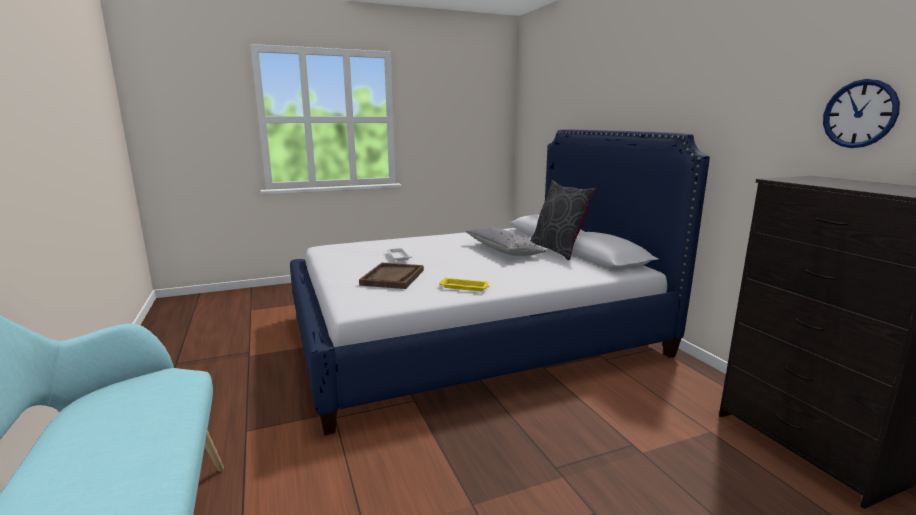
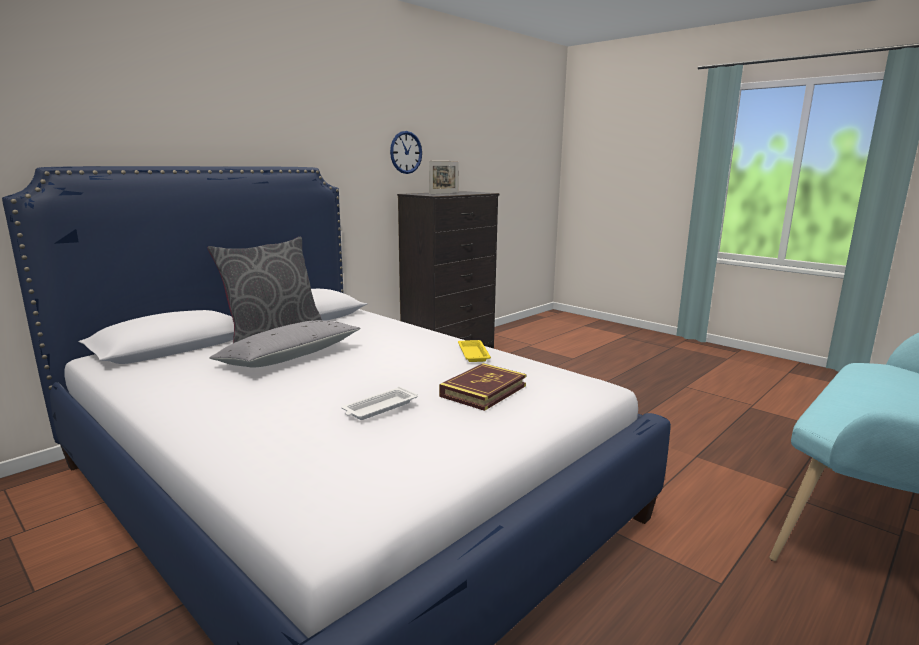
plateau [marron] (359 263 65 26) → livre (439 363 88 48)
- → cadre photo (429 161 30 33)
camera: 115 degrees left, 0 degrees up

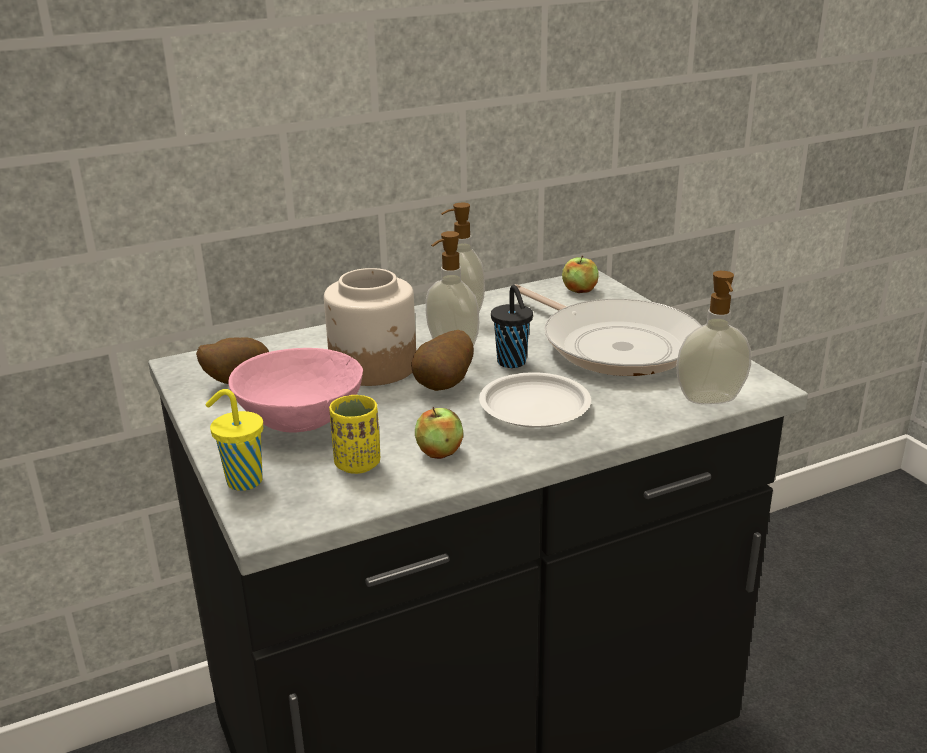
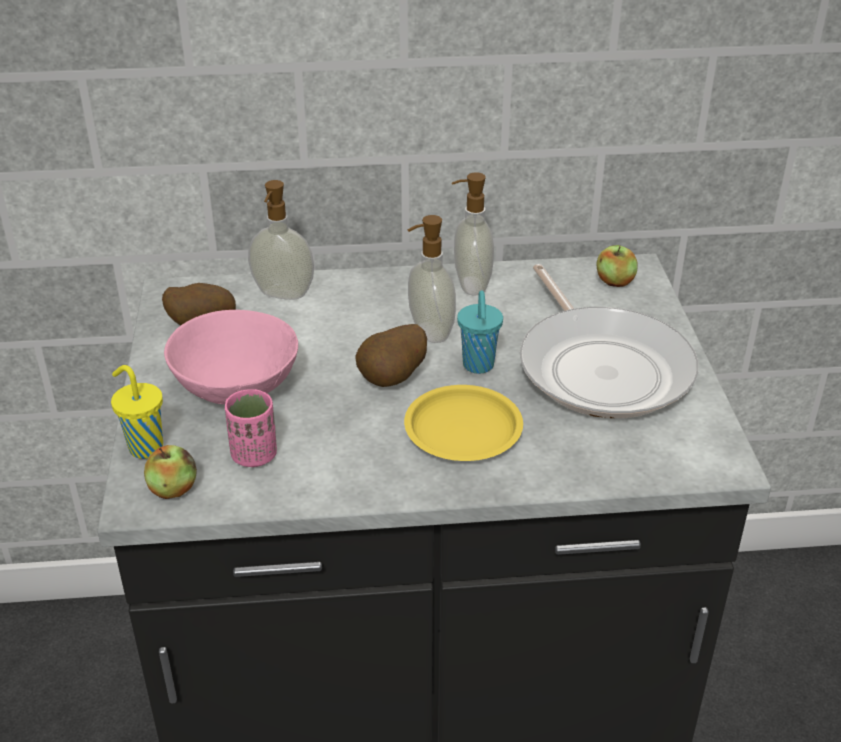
bocal (324 268 92 118) → -
tasse [jaune] (329 395 51 79) → tasse [rose] (225 389 52 78)
pomme (415 407 48 52) → pomme (144 445 53 54), shifted
assiette [blanc] (479 372 112 56) → assiette [jaune] (404 385 119 76)
tasse [noir] (491 285 42 83) → tasse [turquoise] (457 290 46 84)
distributeur de savon (676 271 75 133) → distributeur de savon (248 180 66 120), shifted
camera: 20 degrees right, 10 degrees up

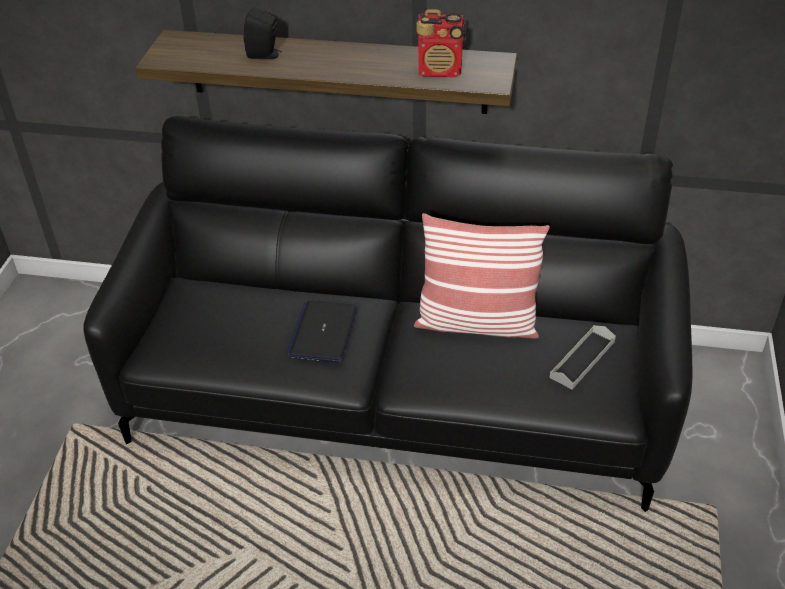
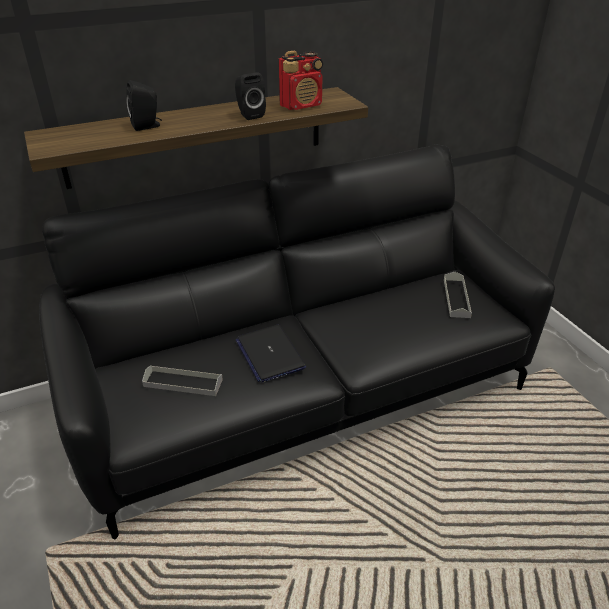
coussin (414 213 136 126) → -
- → plateau [gris] (142 365 81 31)
- → enceinte [noir] (235 72 31 48)
camera: 35 degrees left, 5 degrees down

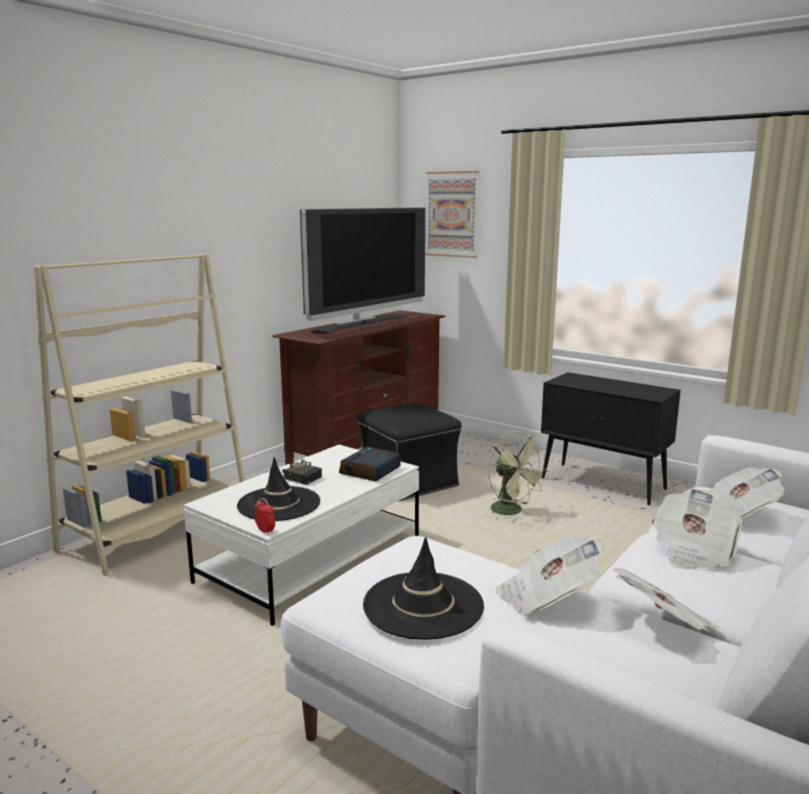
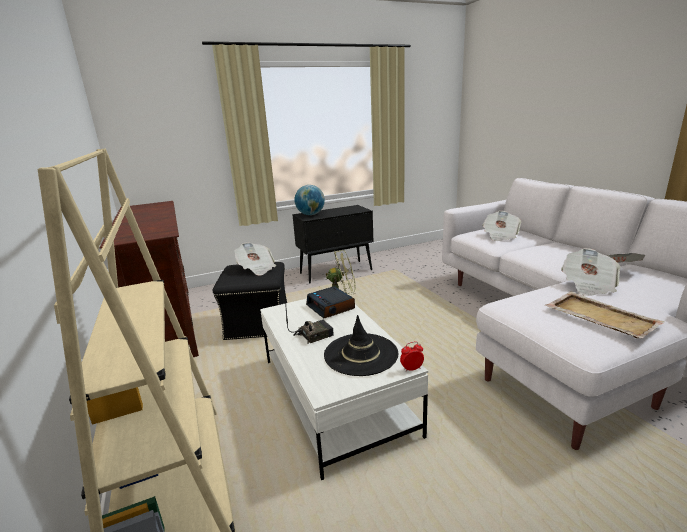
téléviseur (300 208 125 126) → -
chapeau [noir] (363 537 121 103) → plateau [beige] (545 292 120 46)
tableau (425 171 54 87) → -
journal (652 488 92 82) → journal (234 242 42 34), shifted
- → globe (294 185 31 30)
camera: 60 degrees left, 5 degrees up

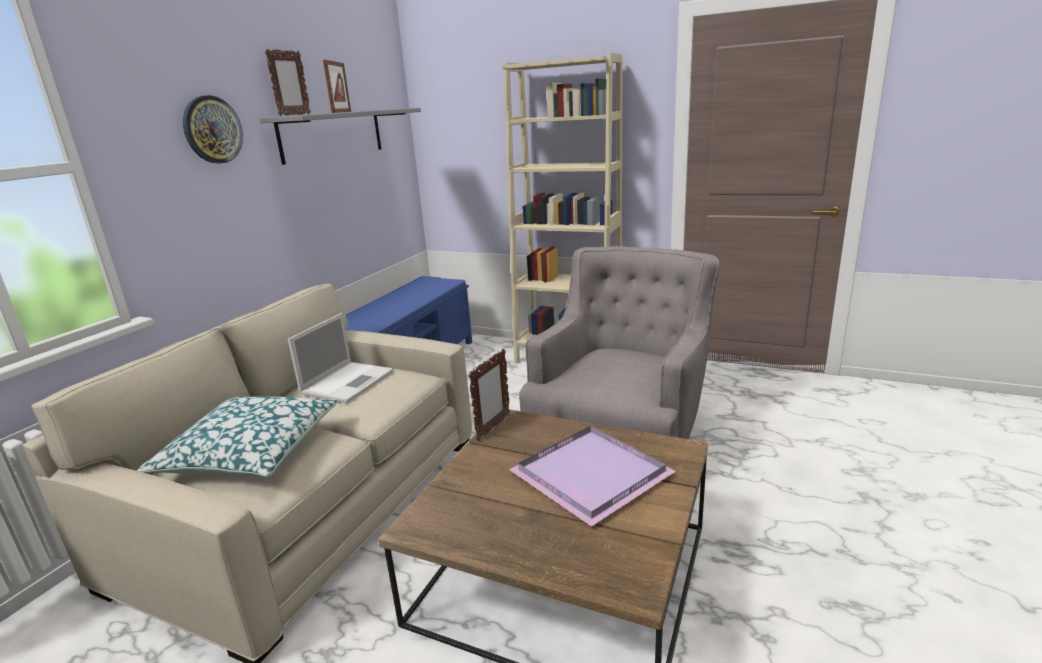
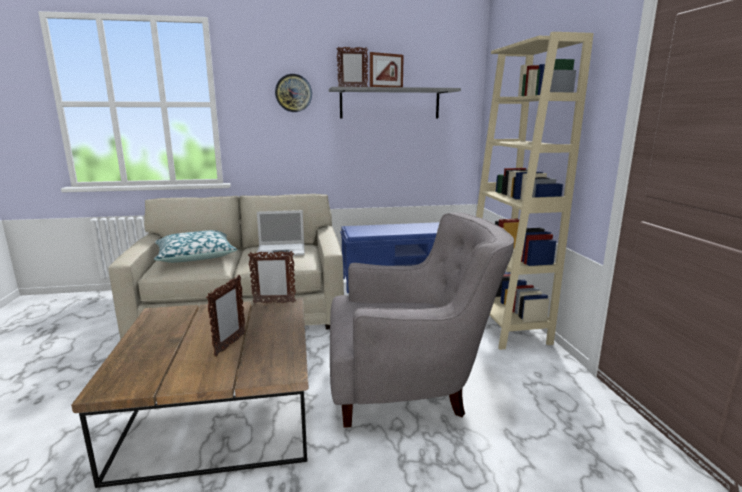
plateau [violet] (509 426 167 101) → cadre photo (206 275 40 82)
camera: 55 degrees right, 5 degrees down

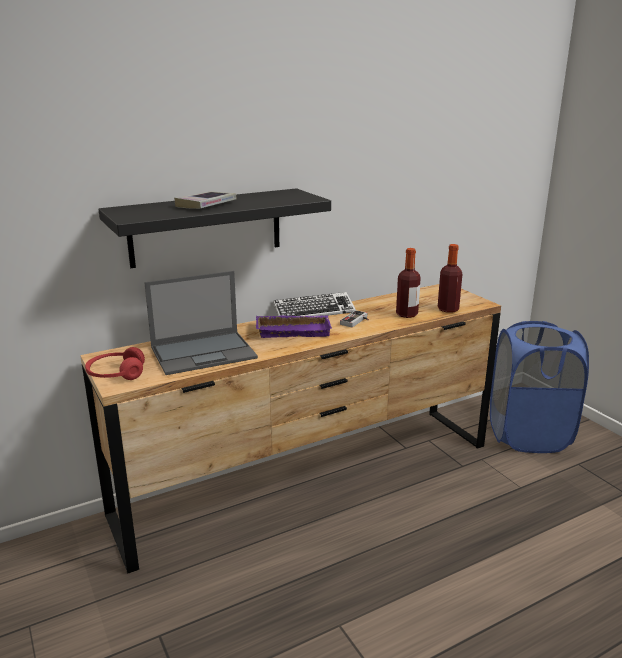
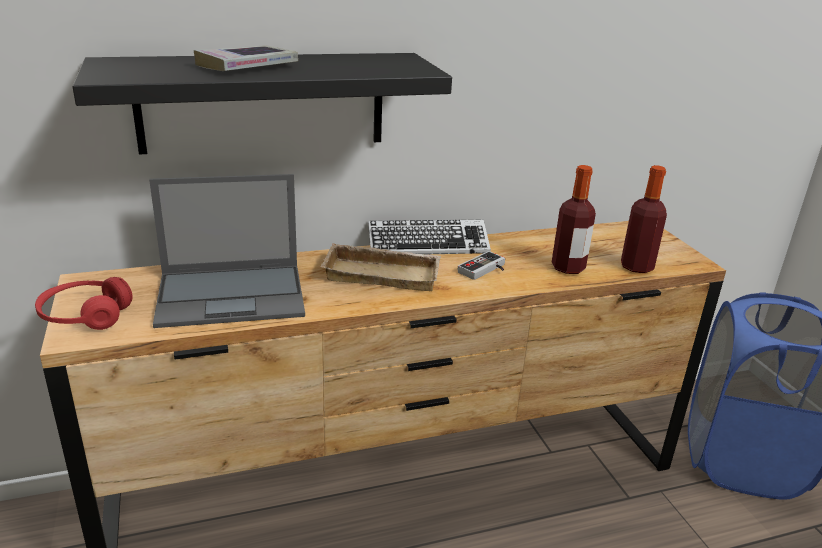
plateau [violet] (256 315 76 23) → plateau [beige] (320 243 121 48)
camera: 10 degrees right, 5 degrees up

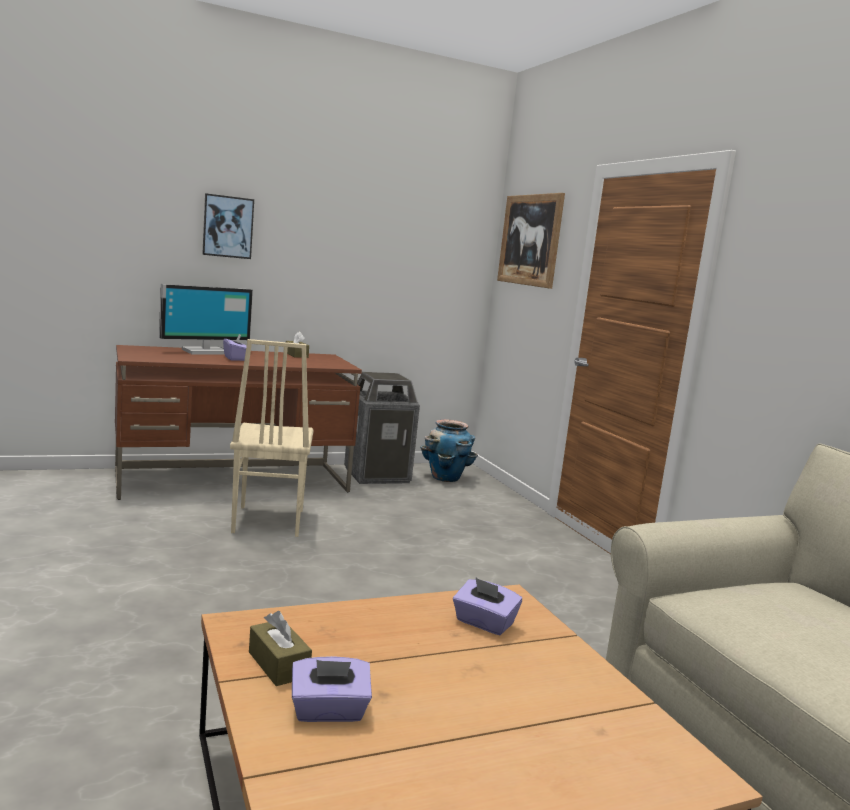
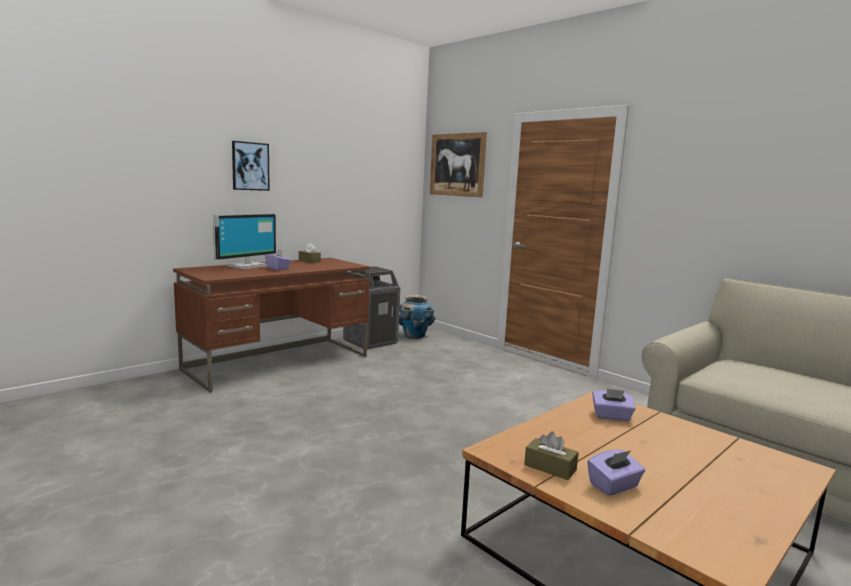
chaise [beige] (230 339 84 198) → -
camera: 20 degrees left, 0 degrees up

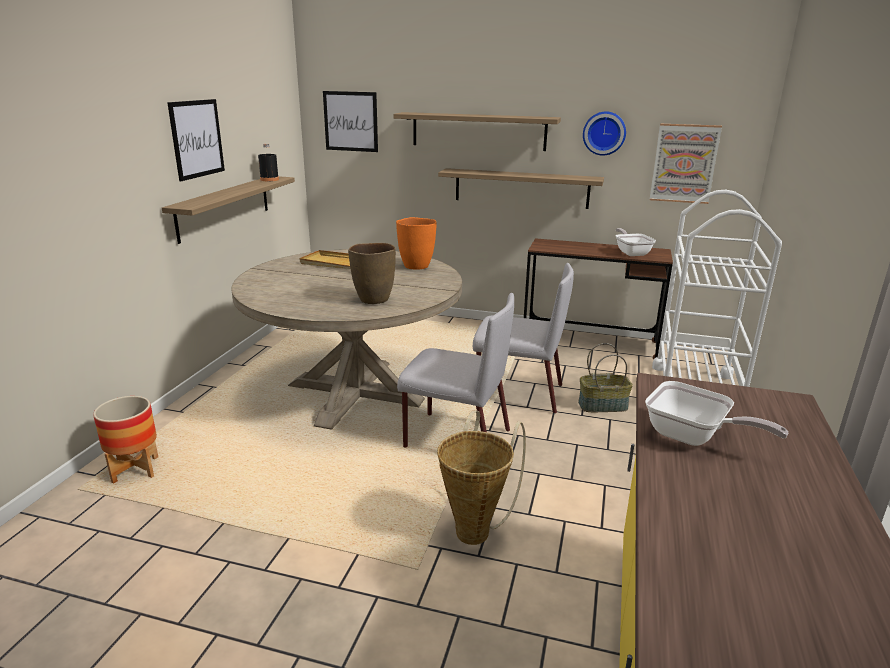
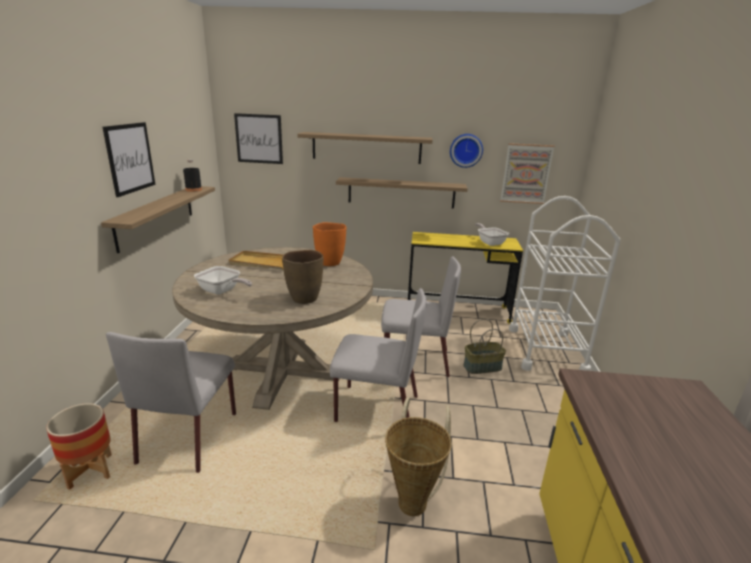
bureau [marron] (524 238 149 122) → bureau [jaune] (408 232 115 92)
poêle (645 381 144 65) → poêle (194 266 58 29), shifted
- → chaise [gris] (106 332 130 141)
camera: 10 degrees left, 0 degrees up

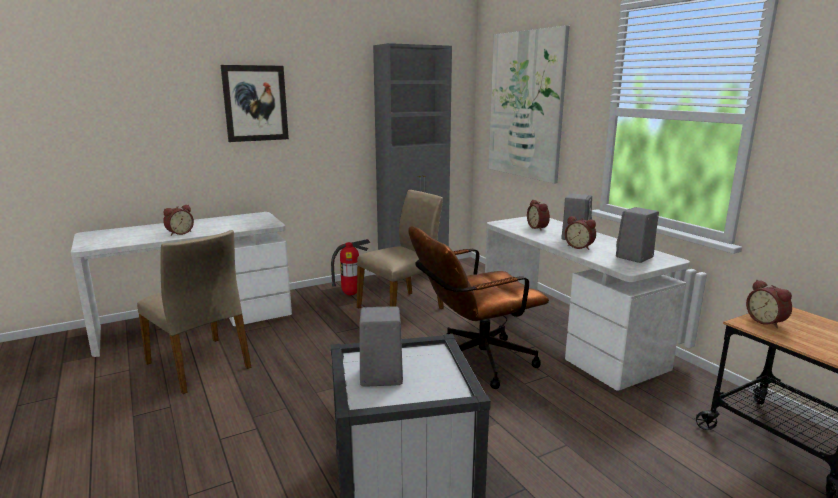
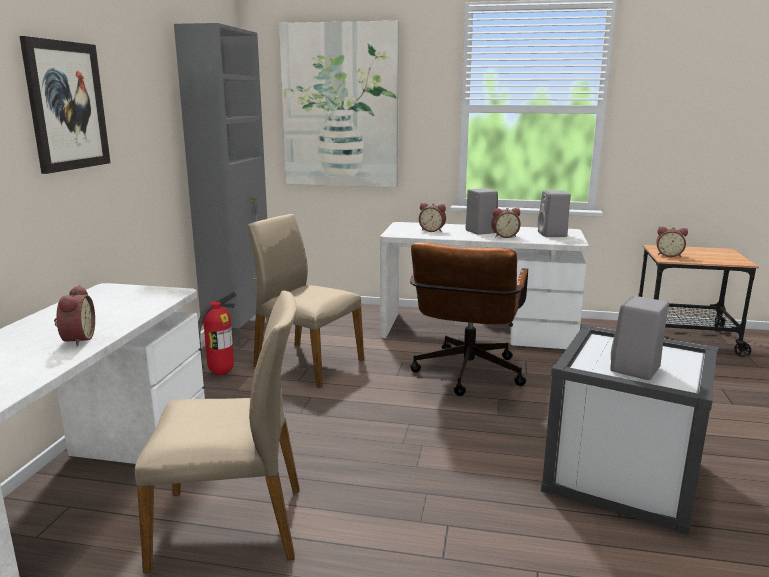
chaise [beige] (357 190 87 119) → chaise [beige] (248 214 116 174), 60 degrees counterclockwise
camera: 50 degrees left, 0 degrees up

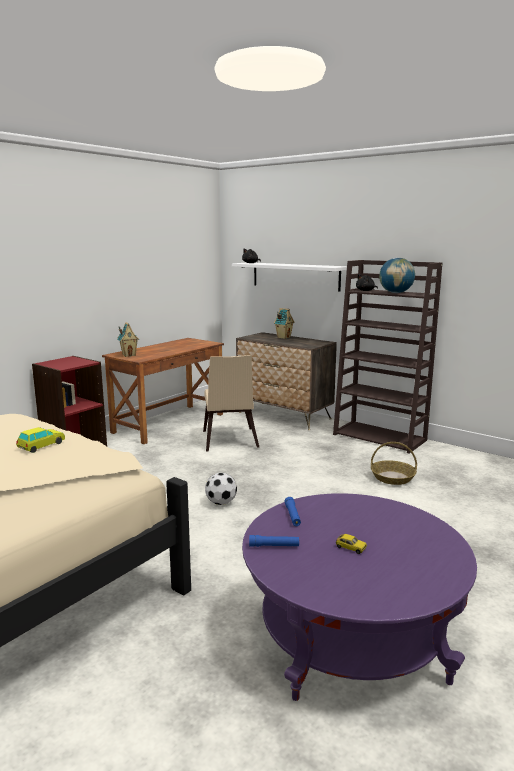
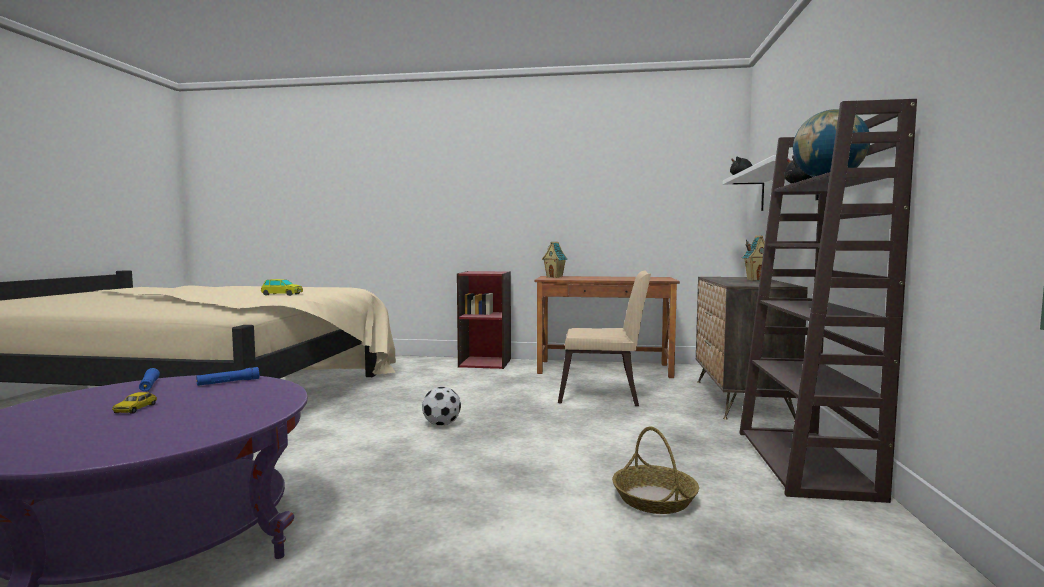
chaise [beige] (203 355 56 97) → chaise [beige] (558 271 93 135), 135 degrees counterclockwise
camera: 60 degrees right, 10 degrees down

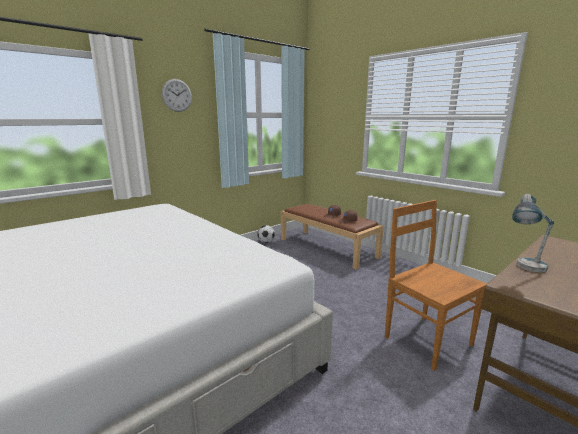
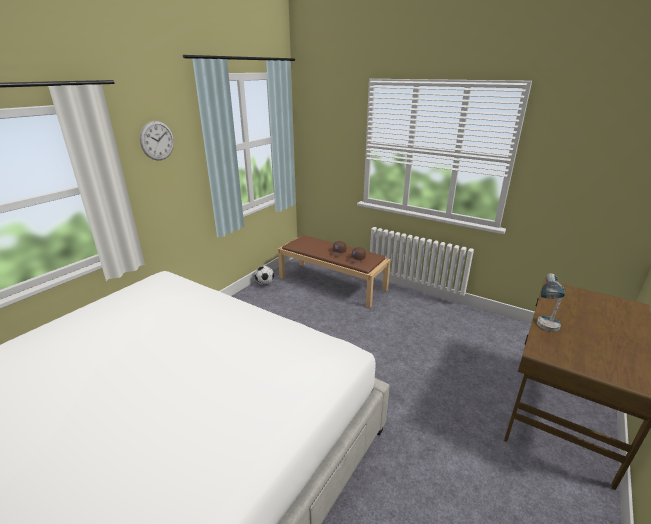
chaise [marron] (385 200 102 171) → -
camera: 15 degrees left, 10 degrees up

